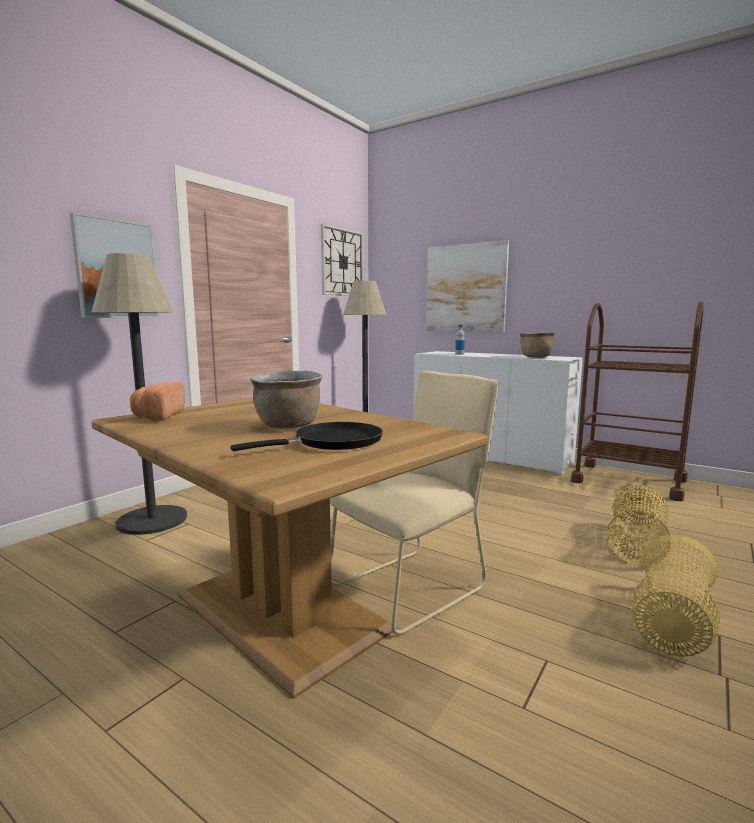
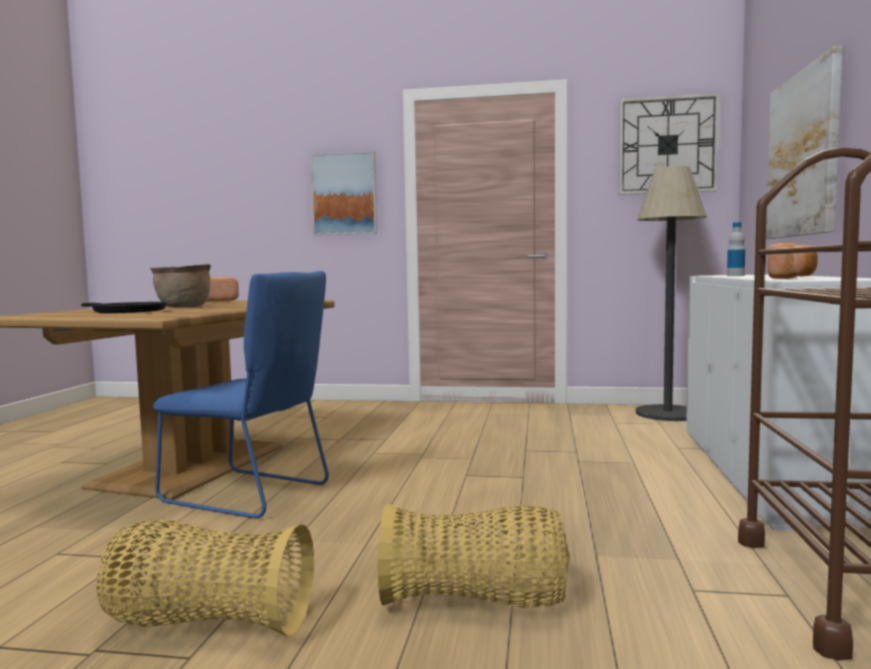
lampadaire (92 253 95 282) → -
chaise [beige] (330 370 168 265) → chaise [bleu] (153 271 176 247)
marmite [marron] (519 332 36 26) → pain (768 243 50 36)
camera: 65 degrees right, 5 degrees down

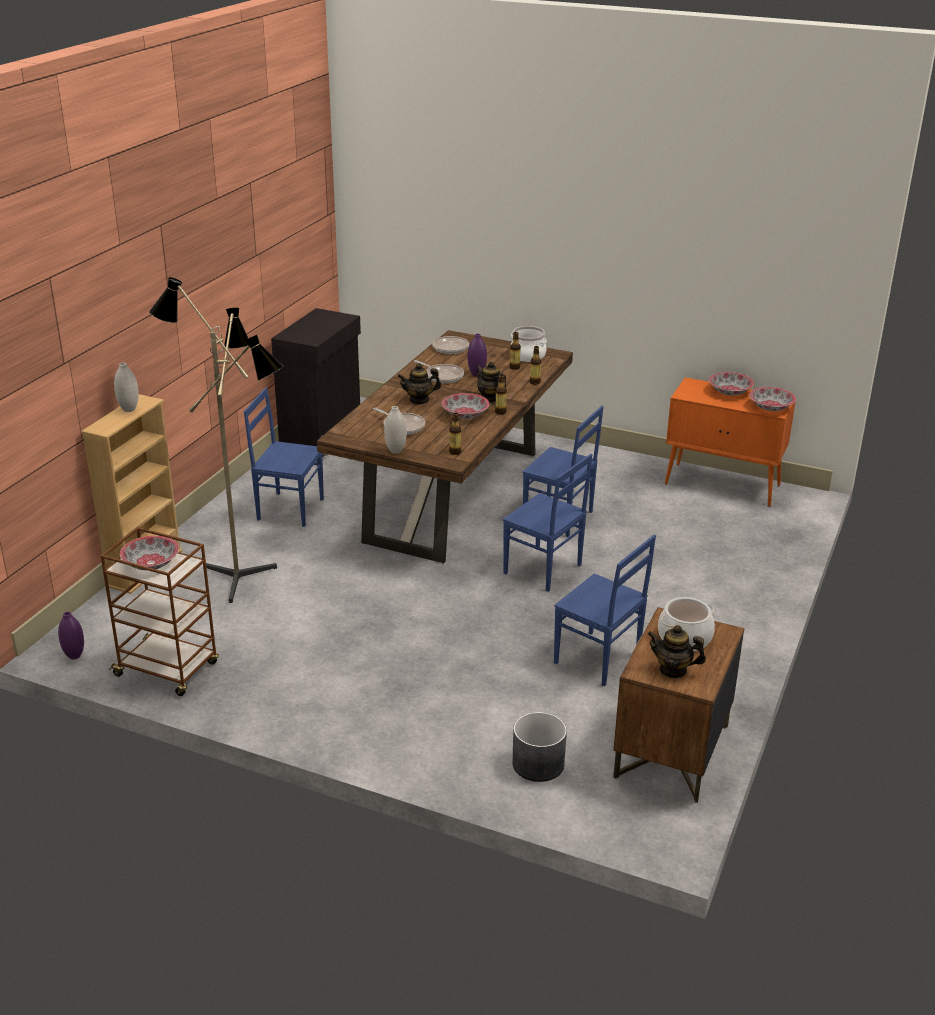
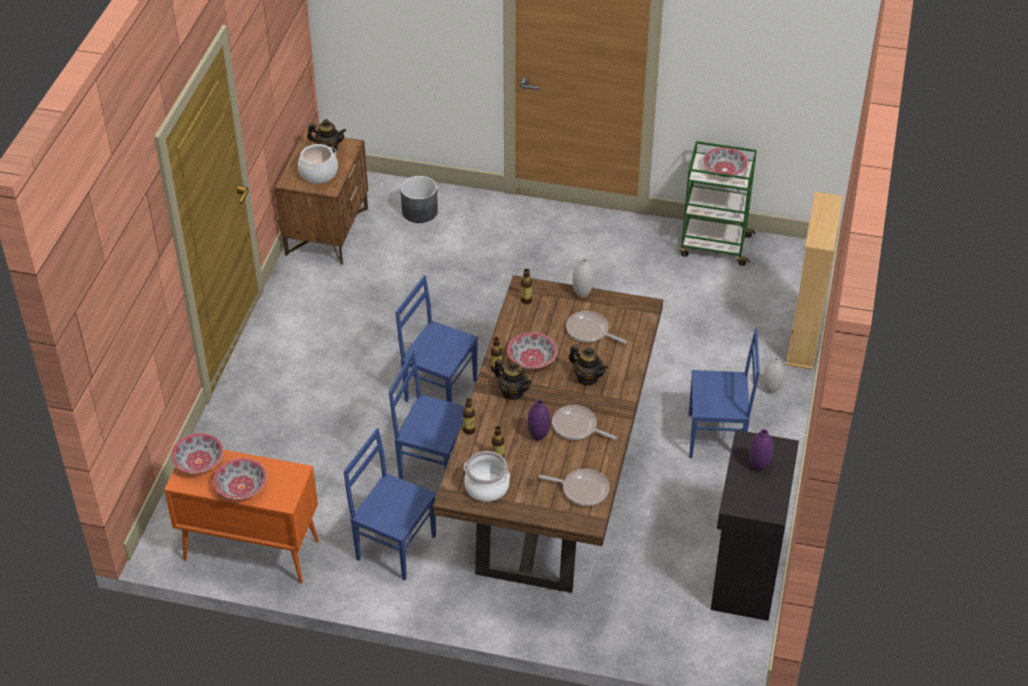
vase [violet] (58 612 26 47) → vase [violet] (749 429 25 42), shifted
chariot [marron] (101 527 118 169) → chariot [vert] (679 141 78 125)
vase [blanc] (114 363 25 49) → vase [blanc] (763 357 21 36), shifted
lampadaire (149 278 135 325) → -
théière (398 363 43 41) → théière (569 345 39 40), 60 degrees clockwise
chaise [bleu] (554 535 102 151) → chaise [bleu] (343 428 93 152), shifted
camera: 170 degrees right, 15 degrees up

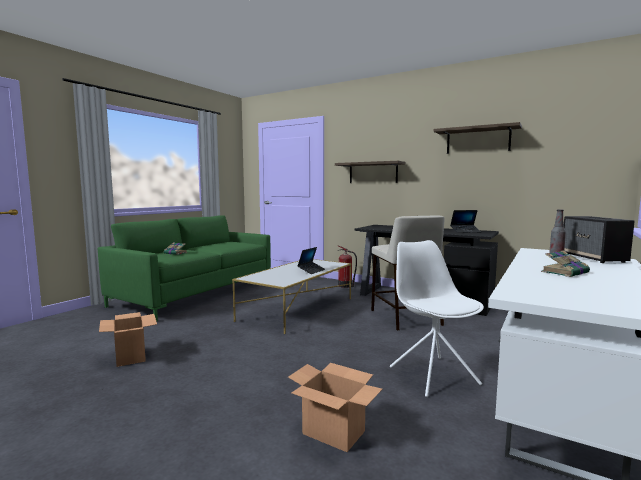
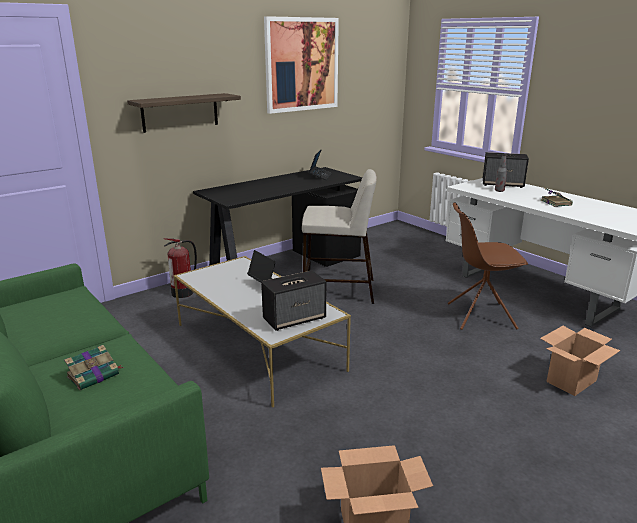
chaise [blanc] (390 240 94 157) → chaise [marron] (448 202 80 128)
étagère (433 122 89 32) → tableau (264 16 75 98)
- → enceinte (261 270 65 61)
camera: 70 degrees left, 15 degrees up

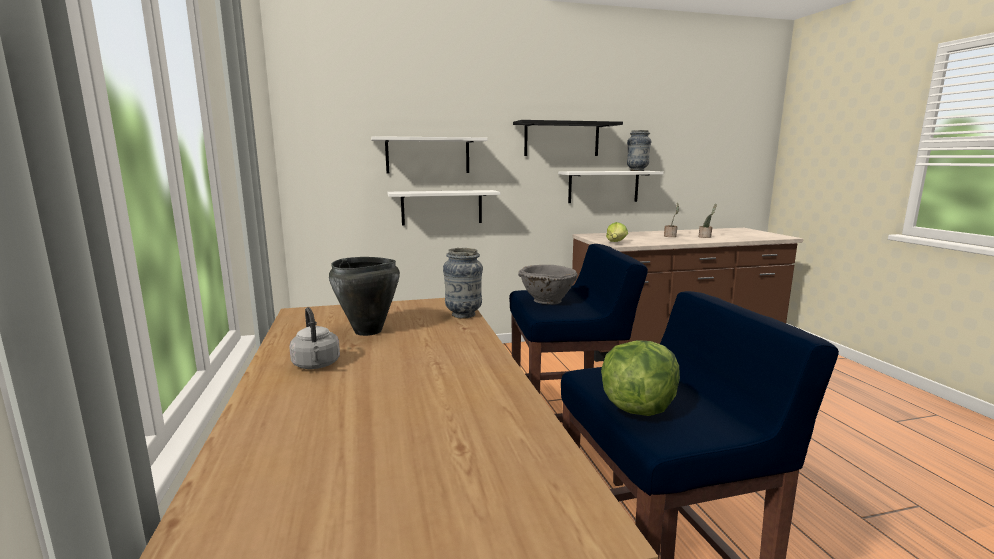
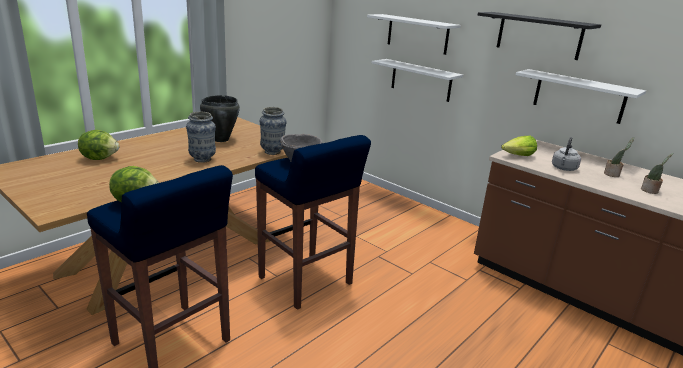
bouilloire [gris] (289 307 51 62) → bouilloire [gris] (552 137 29 34), shifted
vase (627 130 24 41) → vase (186 111 30 52), shifted
- → laitue (78 130 41 30)
camera: 55 degrees right, 10 degrees up

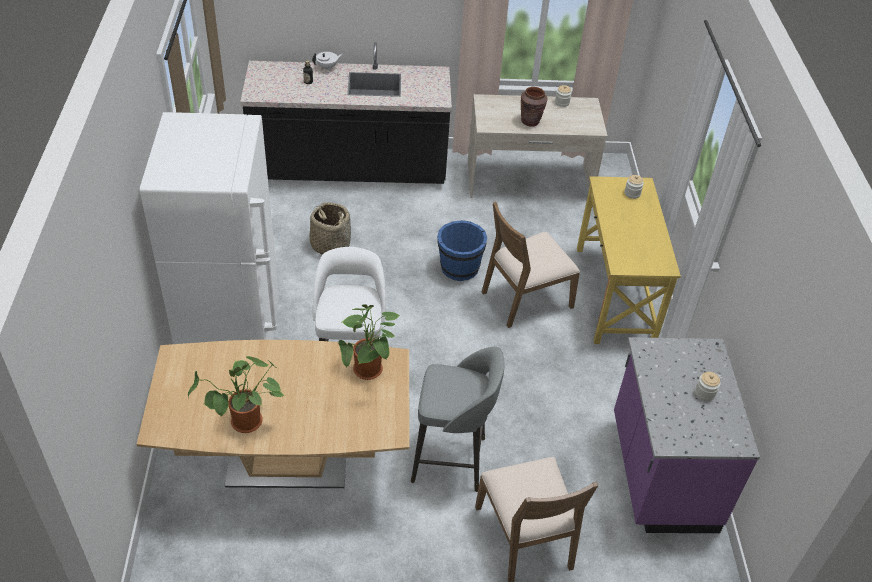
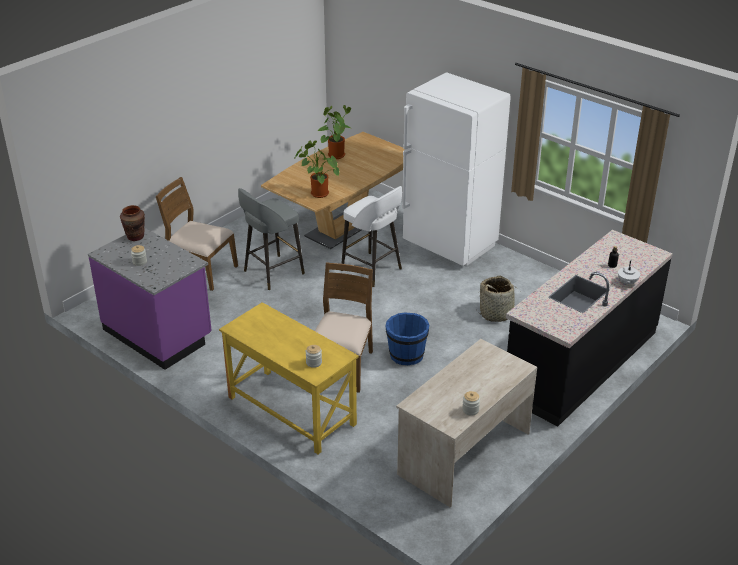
vase [marron] (521 87 26 40) → vase [marron] (120 205 25 36), shifted
camera: 135 degrees right, 10 degrees down

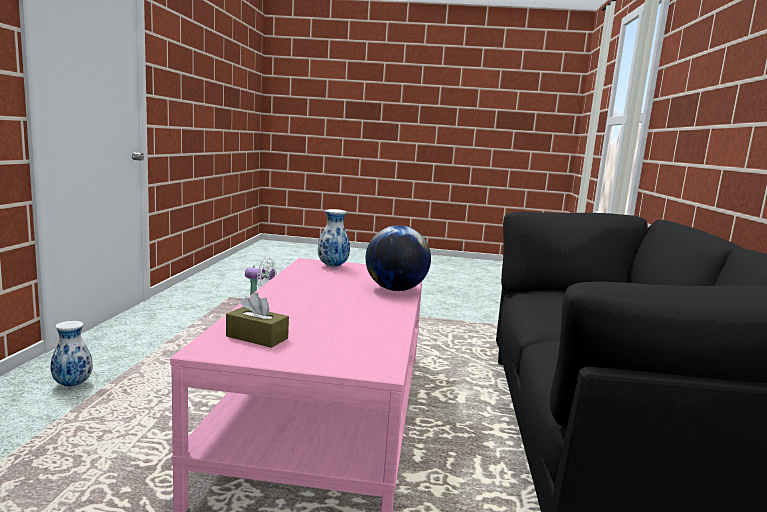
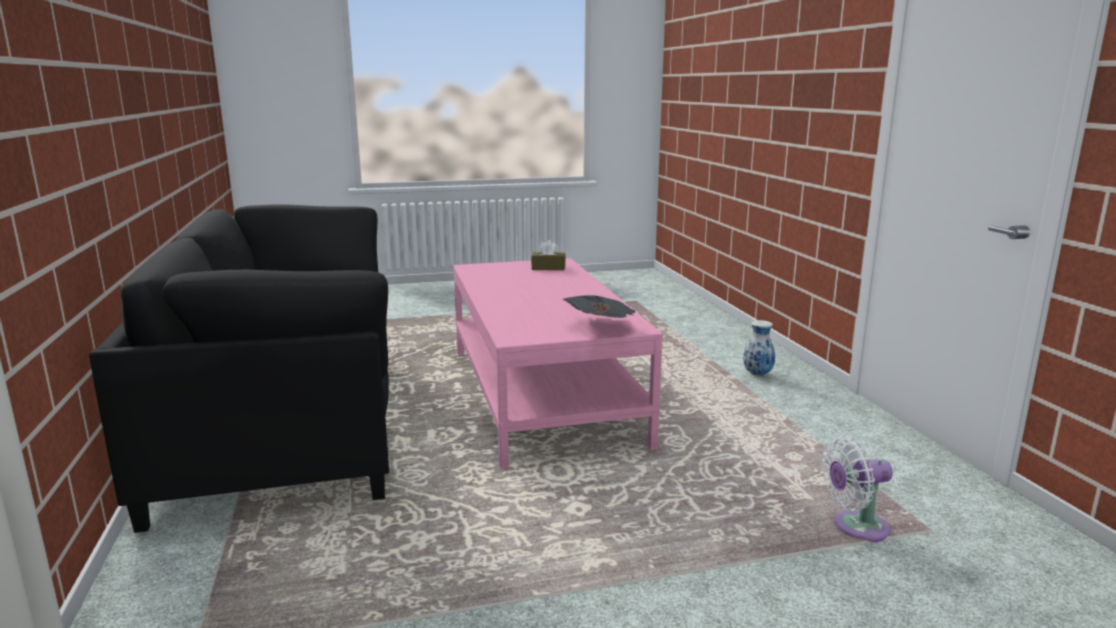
vase (318 209 32 58) → journal (563 295 73 23)
globe (366 225 65 66) → -
camera: 160 degrees right, 5 degrees up

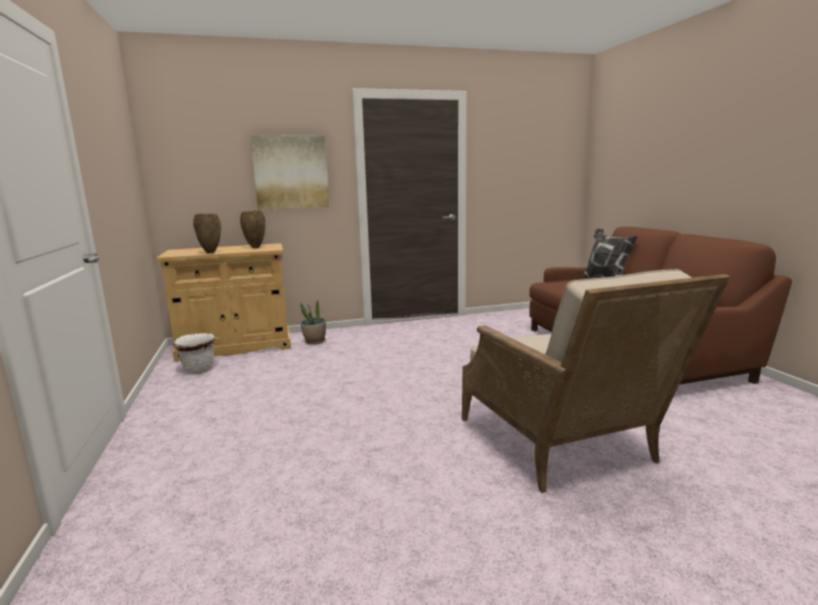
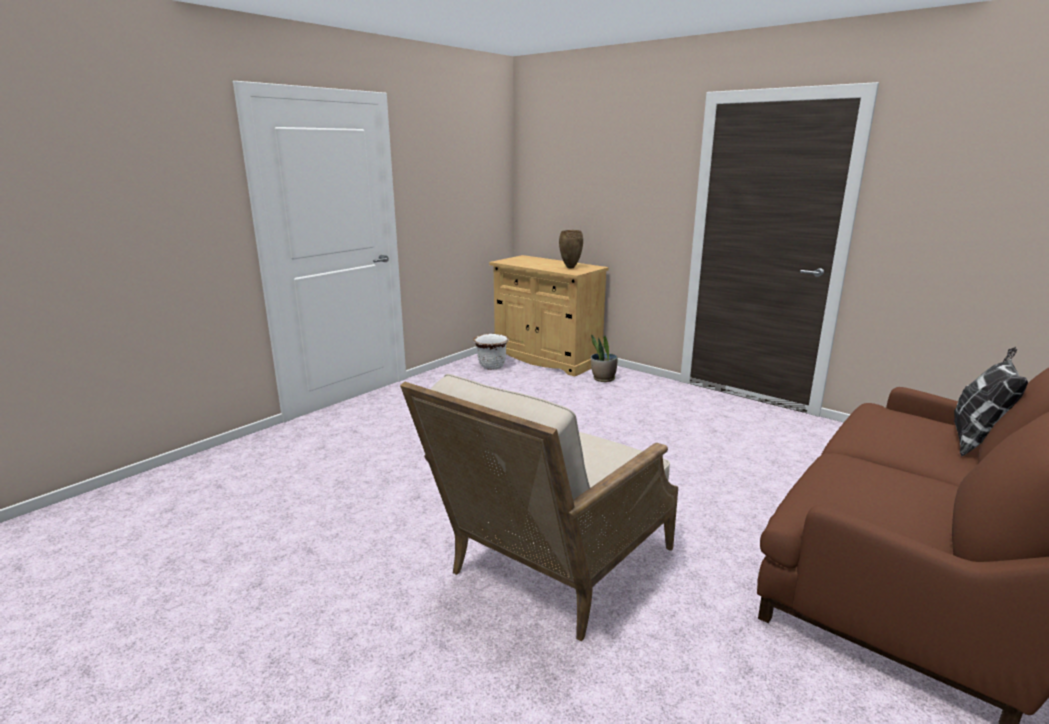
vase [marron] (193 214 28 39) → -
tableau (250 135 79 75) → -
camera: 55 degrees right, 5 degrees up

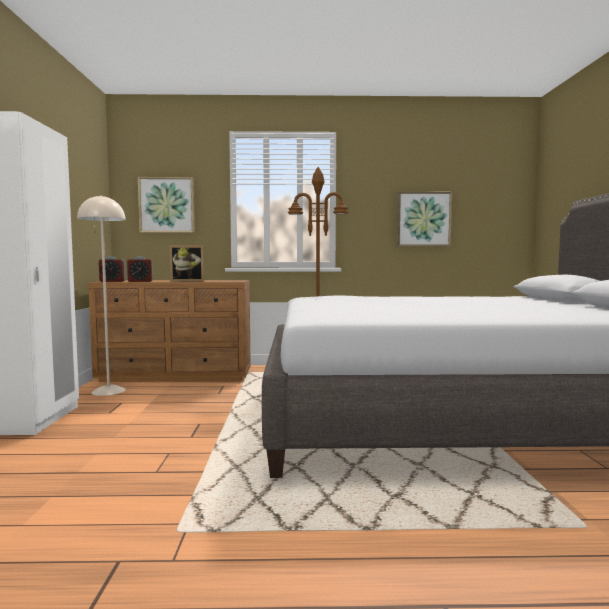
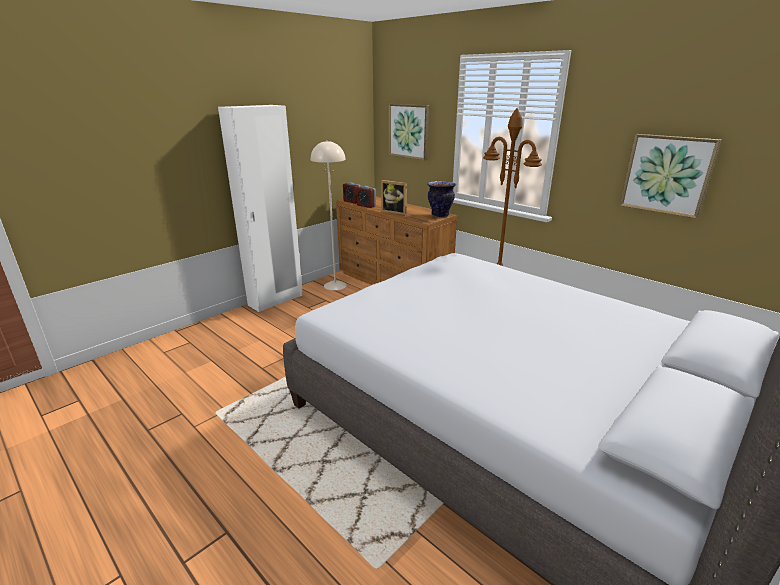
- → vase (427 181 29 36)
camera: 45 degrees right, 20 degrees up

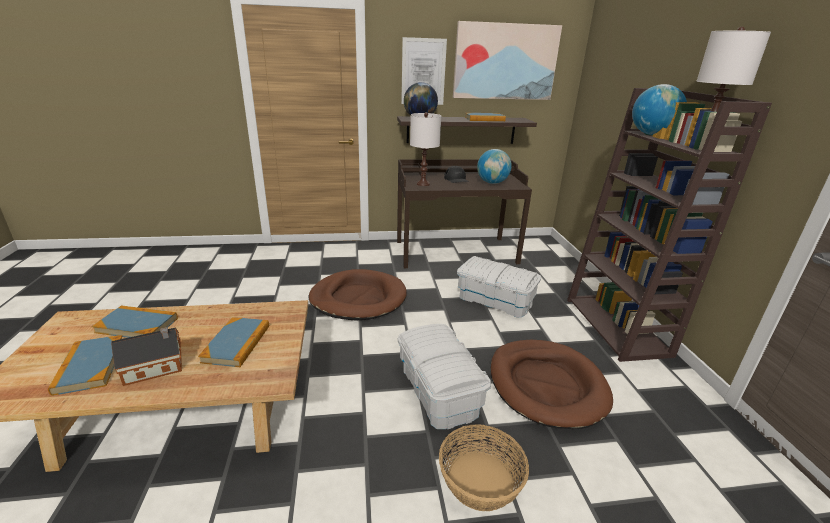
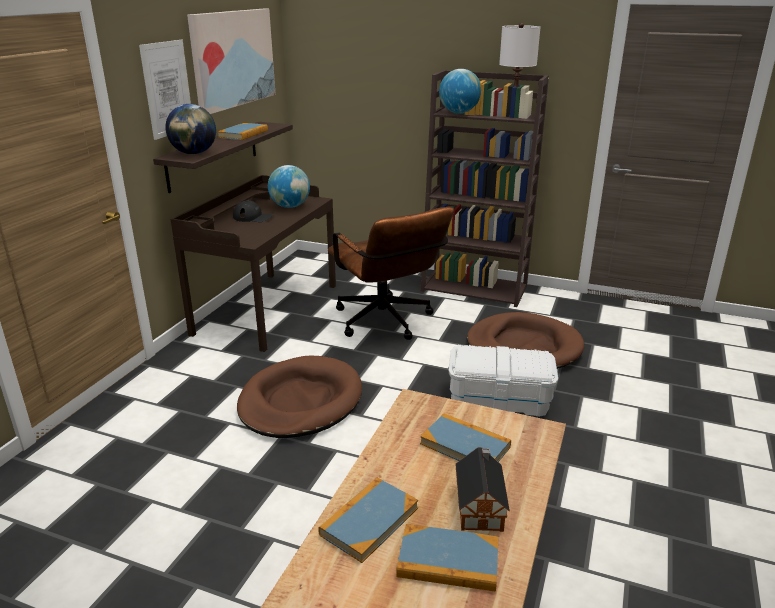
lampe de table [blanc] (410 112 31 74) → -
panier (439 425 90 86) → -
boîte de rangement [blanc] (457 256 84 62) → chaise de bureau [marron] (328 207 126 133)
camera: 60 degrees left, 0 degrees up

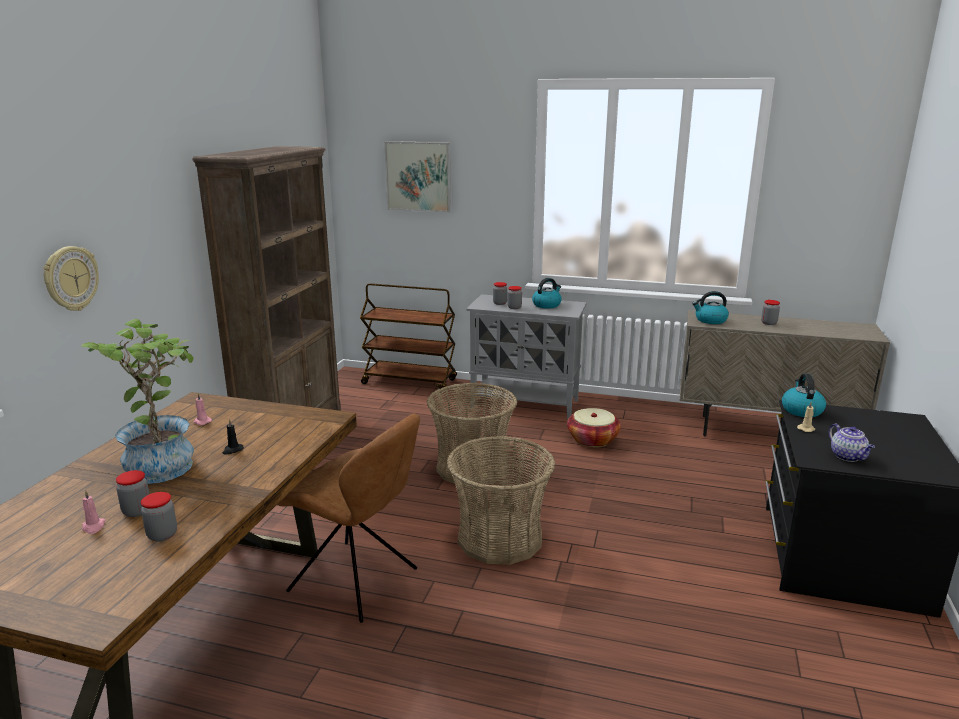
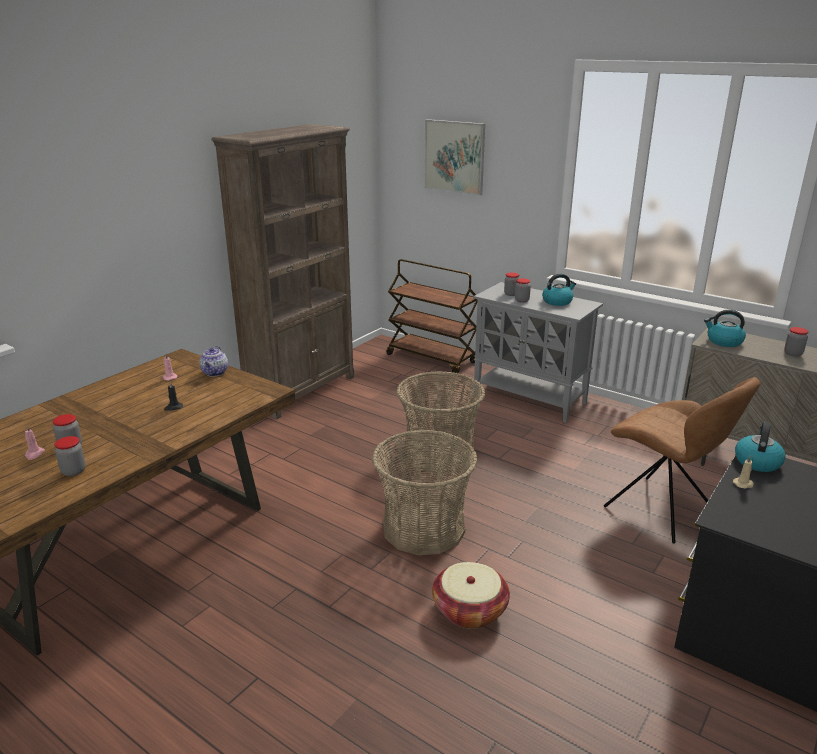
horloge murale (43 246 56 65) → -
plante en pot (81 319 113 165) → -
chaise [marron] (277 413 143 210) → chaise [marron] (604 377 156 167), shifted
panier (567 408 54 39) → panier (432 562 78 67), shifted
théière (829 424 46 38) → théière (199 346 29 31), shifted
camera: 20 degrees right, 5 degrees up

